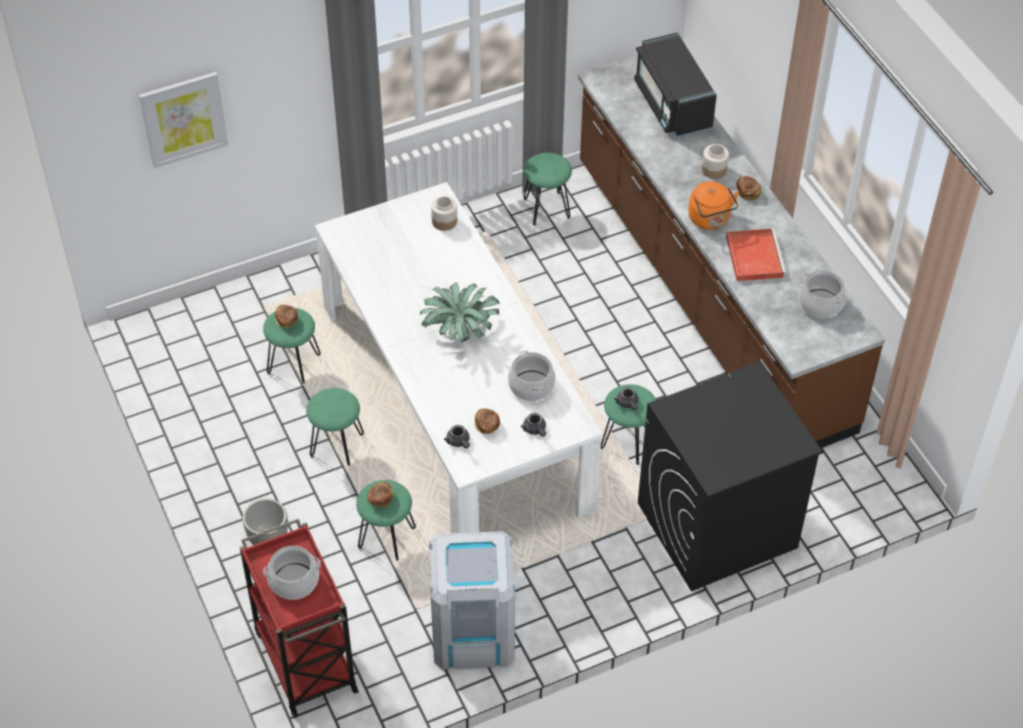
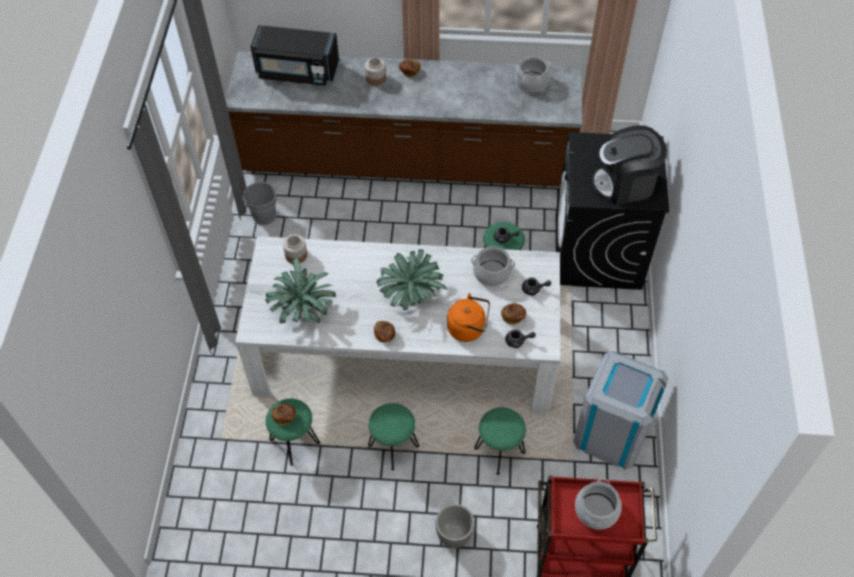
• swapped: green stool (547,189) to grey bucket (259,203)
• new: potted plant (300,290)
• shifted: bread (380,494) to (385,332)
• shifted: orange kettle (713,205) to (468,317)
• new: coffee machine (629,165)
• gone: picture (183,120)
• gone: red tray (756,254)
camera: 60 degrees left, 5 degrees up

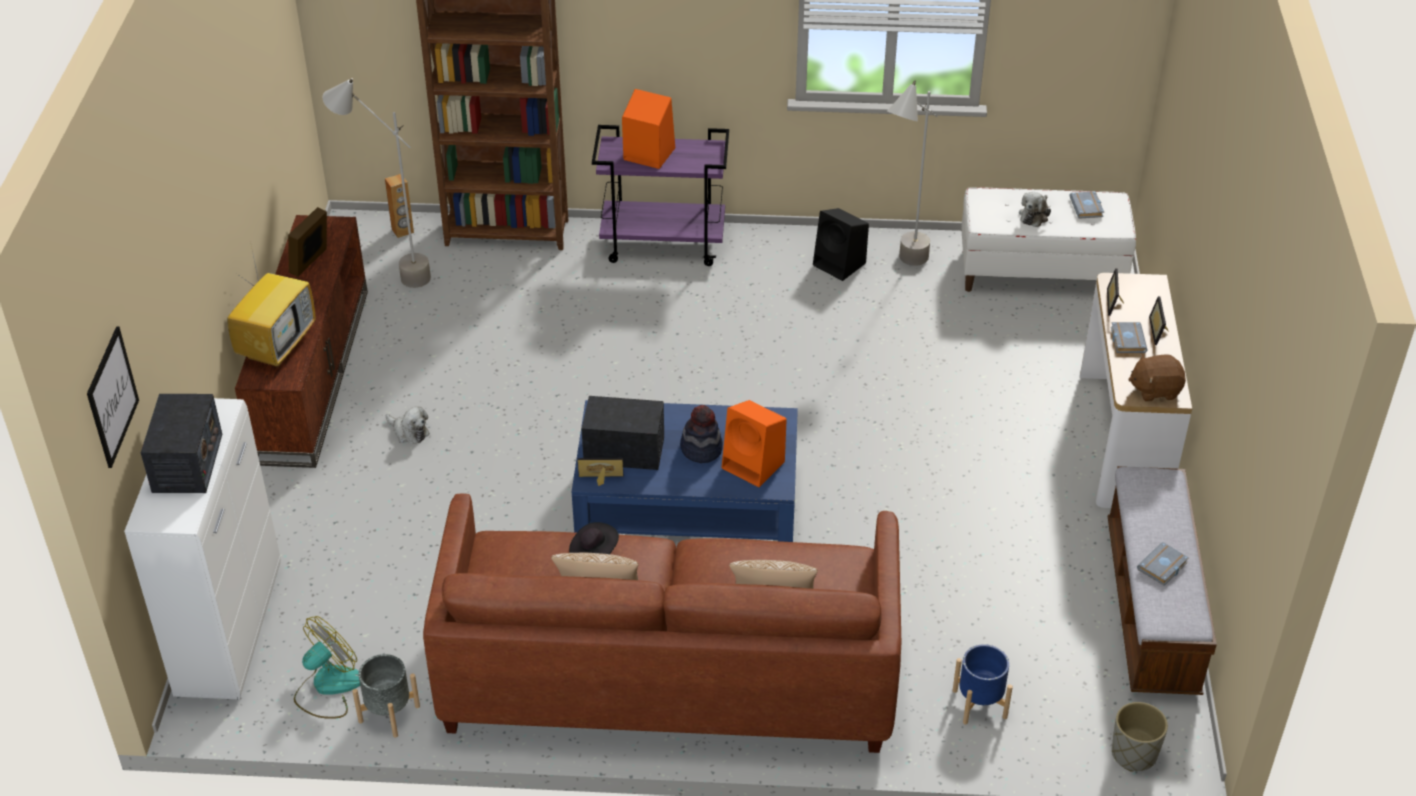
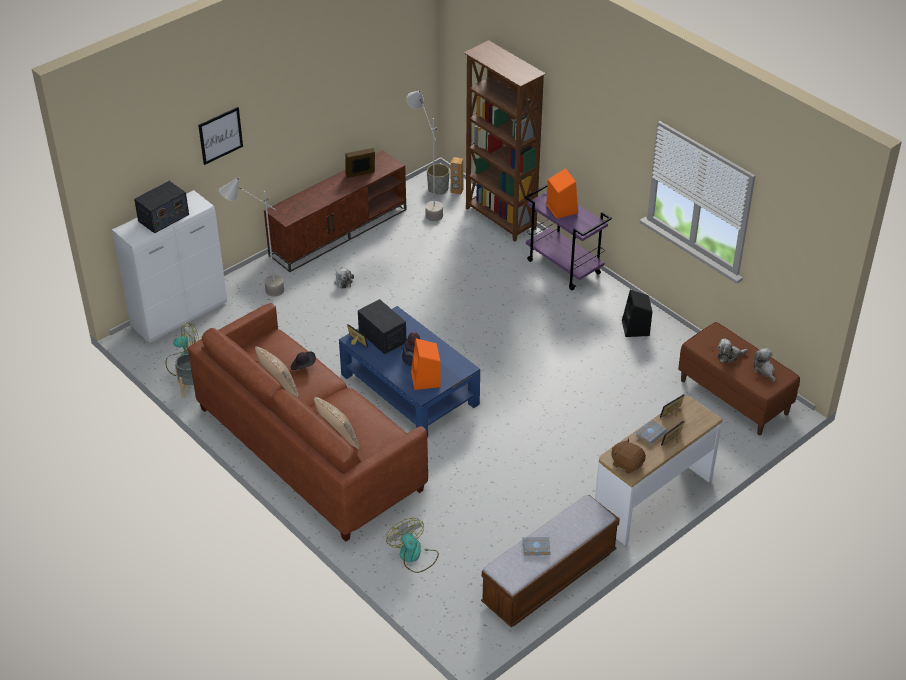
• shifted: picture (113,397) to (220,136)
• shifted: grey floor lamp (912,173) to (251,237)
• swapped: blue planter (983,684) to fan (412,545)
• shifted: grey planter (1140,737) to (438,179)
• repainted: white bench (1048,239) to brown bench (739,378)
• swapped: grey book (1086,205) to plush toy (764,364)
• gone: television (271,306)
camera: 45 degrees right, 0 degrees up

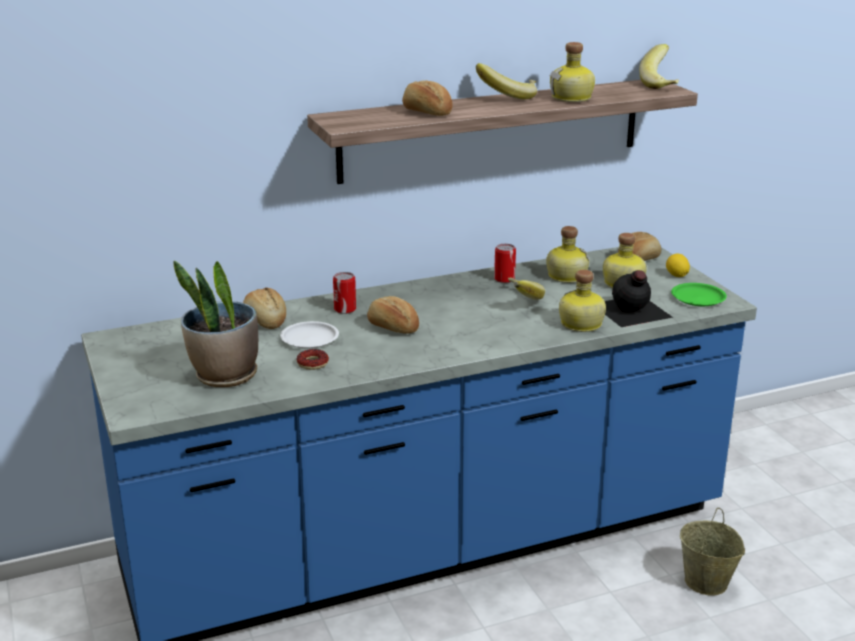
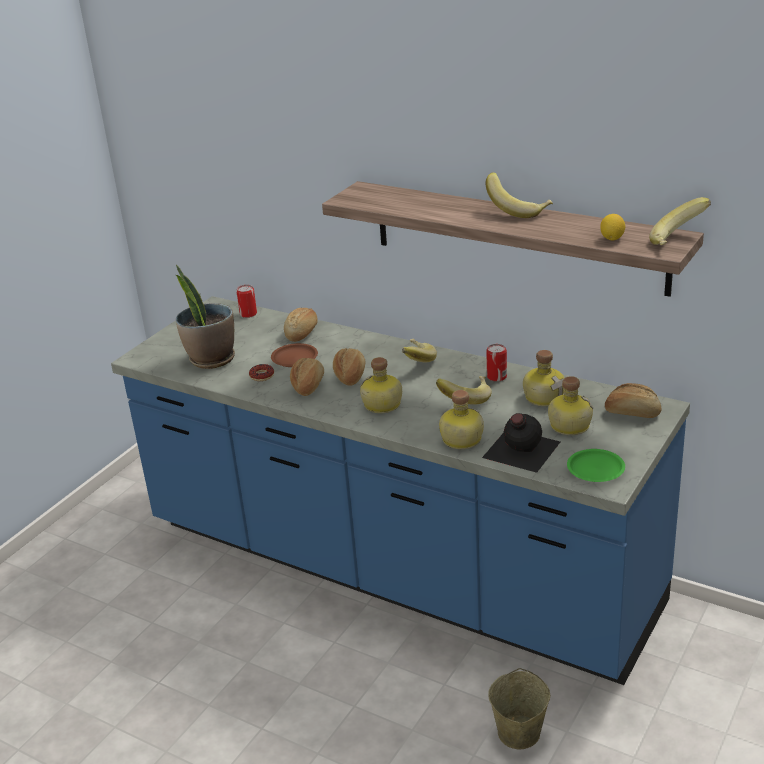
• shifted: can (344,293) to (246,301)
• repainted: white plate (309,334) to brown plate (294,355)
• shifted: bread (427,98) to (307,377)
• shifted: bottle (572,72) to (381,385)
• new: banana (419,351)
• shifted: lemon (678,265) to (612,227)
camera: 55 degrees right, 5 degrees up

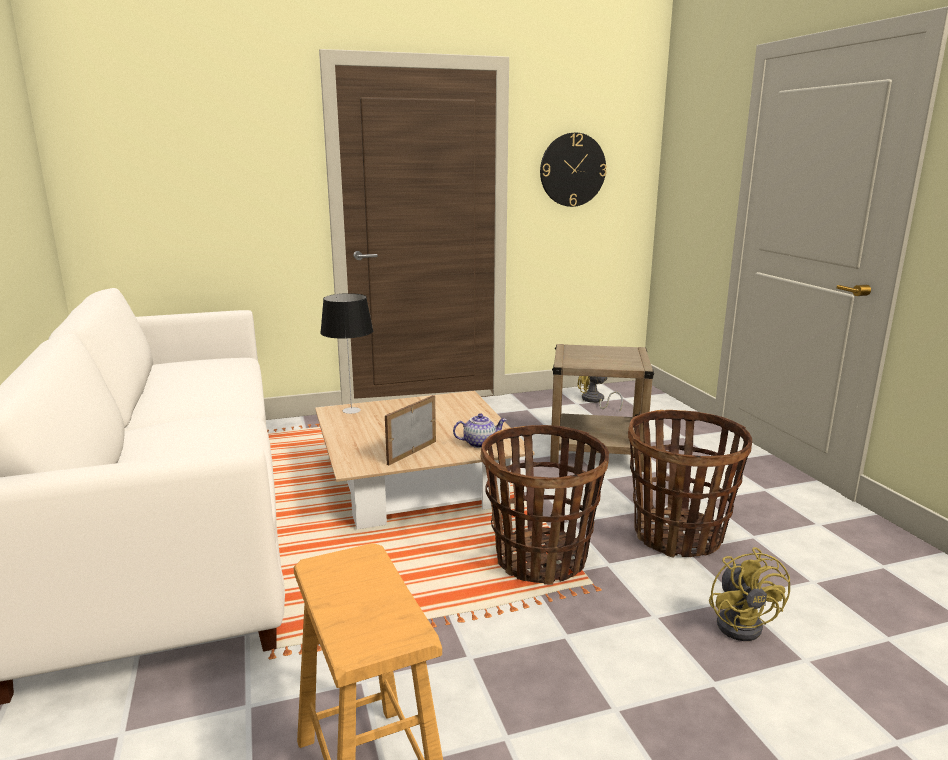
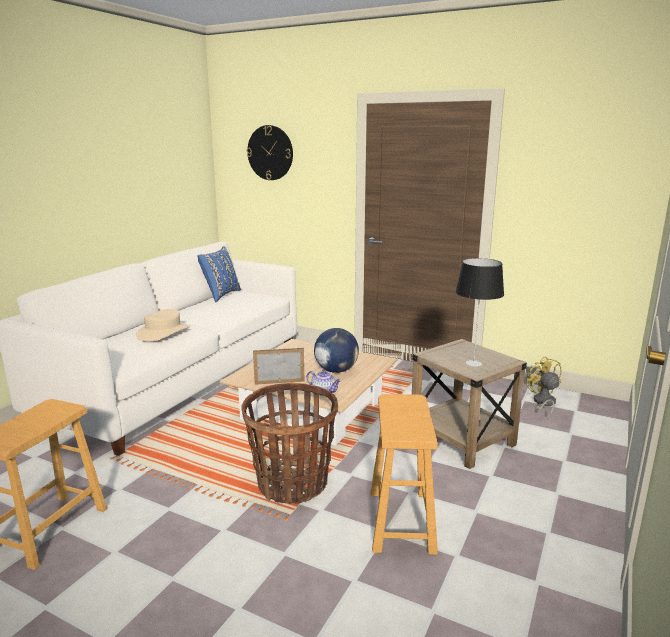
• new: beige hat (163,325)
• new: blue pillow (219,274)
• shifted: wall clock (573,170) to (270,152)
• new: globe (336,350)
• swapped: basket (690,484) to brown stool (404,474)
• shifted: table lamp (346,353) to (480,312)
• gone: yellow fan (749,594)
camera: 45 degrees right, 0 degrees up

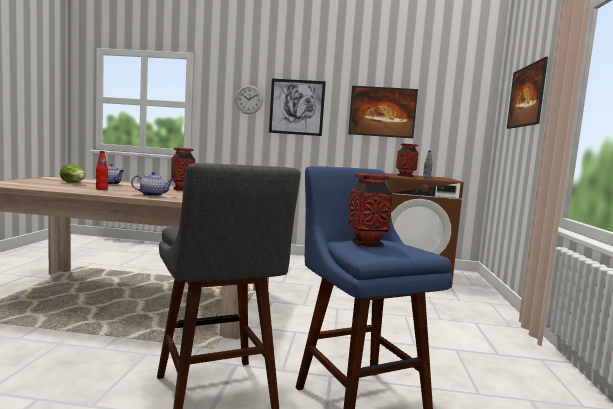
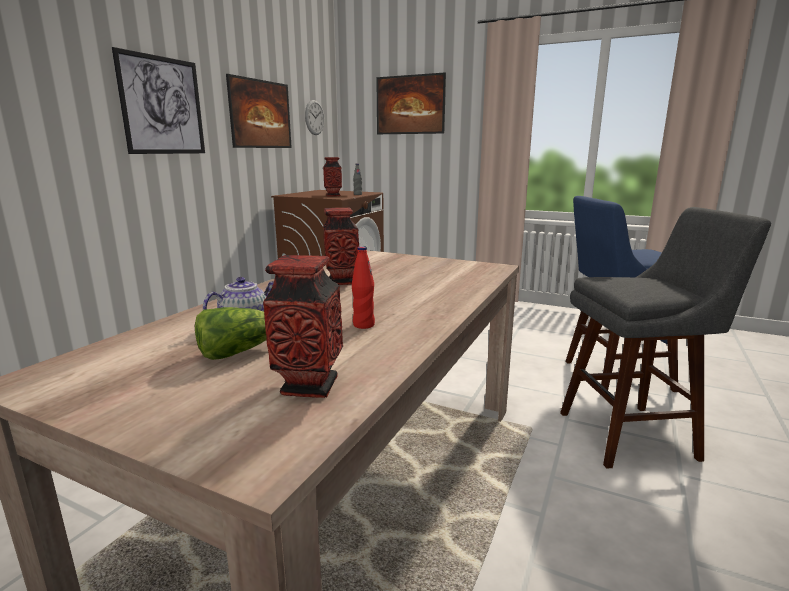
• shifted: vase (370,210) to (303,326)
• shifted: wall clock (249,99) to (315,117)
• gone: teapot (152,184)
camera: 70 degrees left, 10 degrees up

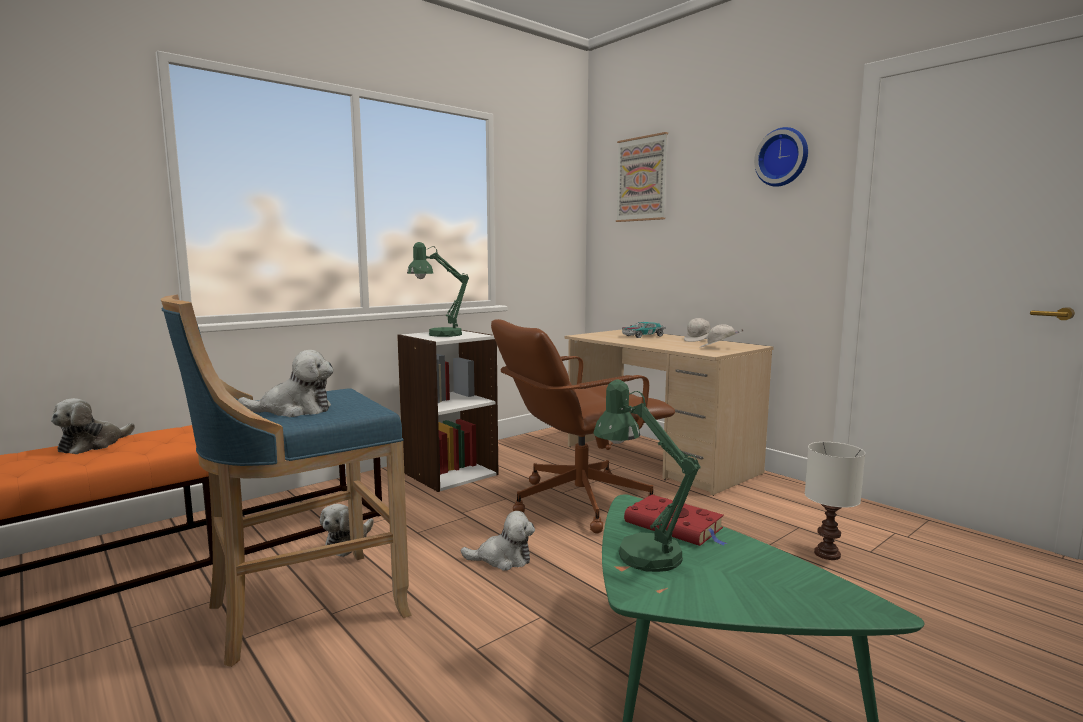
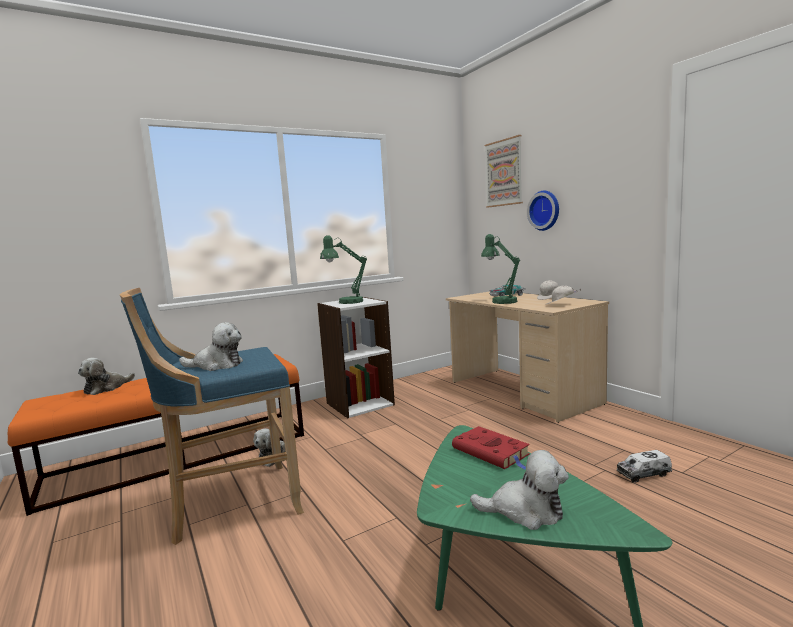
• shifted: plush toy (498,541) to (519,490)
• shifted: green table lamp (647,475) to (500,269)
• shifted: wall clock (781,157) to (543,211)
• swapped: white table lamp (835,501) to toy truck (644,466)
• gone: brown office chair (583,426)
camera: 10 degrees right, 0 degrees up

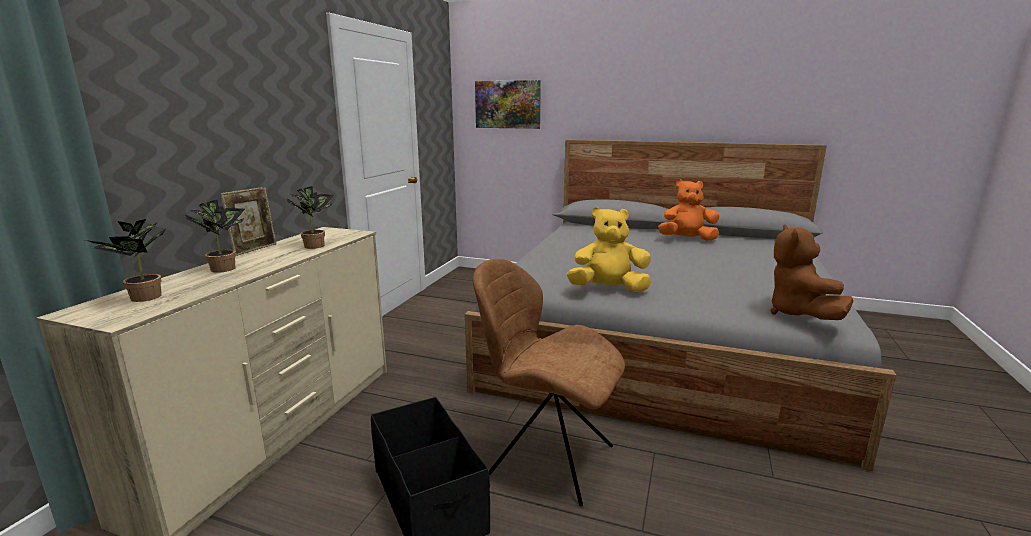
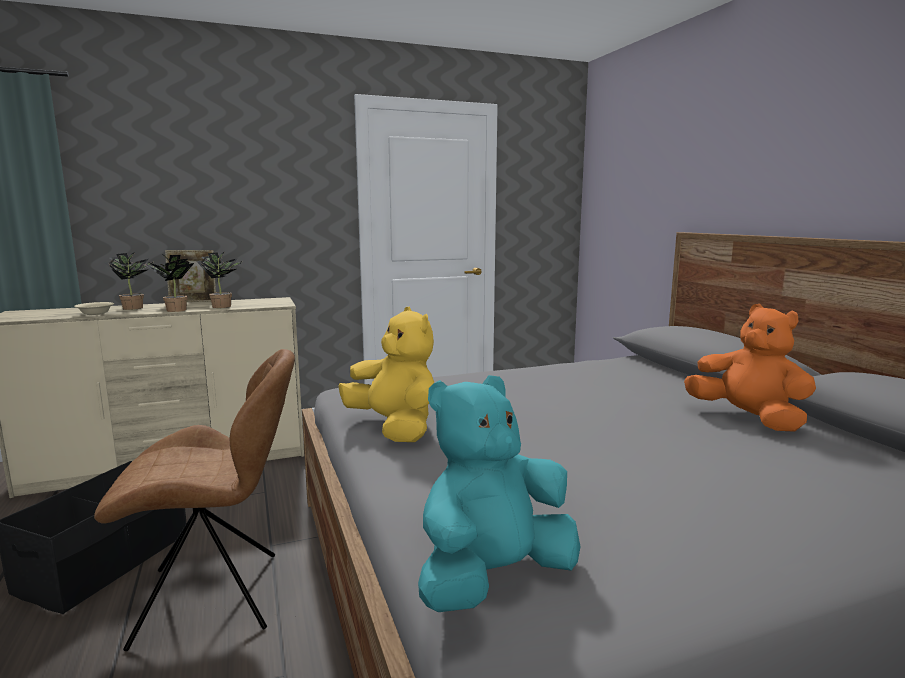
• new: beige bowl (94,308)
• rotated: brown chair (549,382) = (194,500) 90 degrees clockwise
• shifted: potted plant (126,260) to (169,283)
• repainted: brown plush toy (811,272) to turquoise plush toy (499,493)
• gone: picture (508,104)
camera: 50 degrees right, 5 degrees down

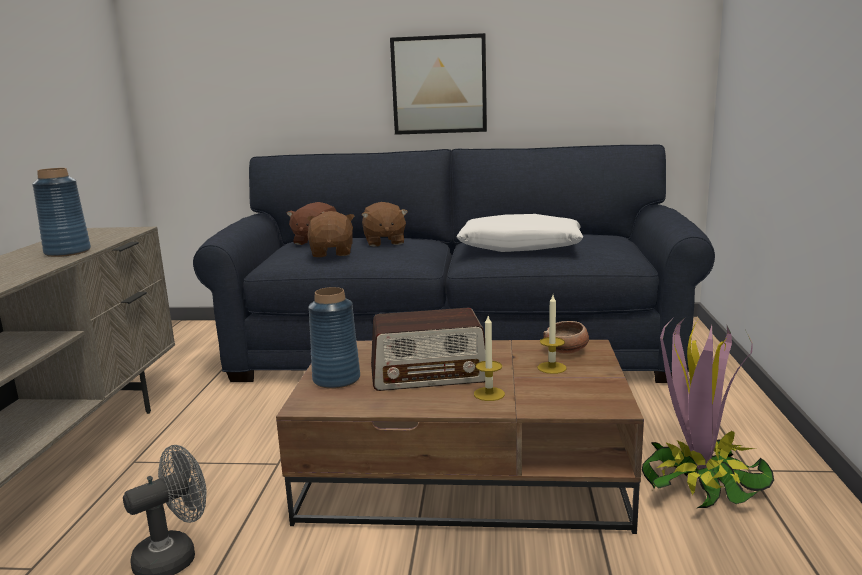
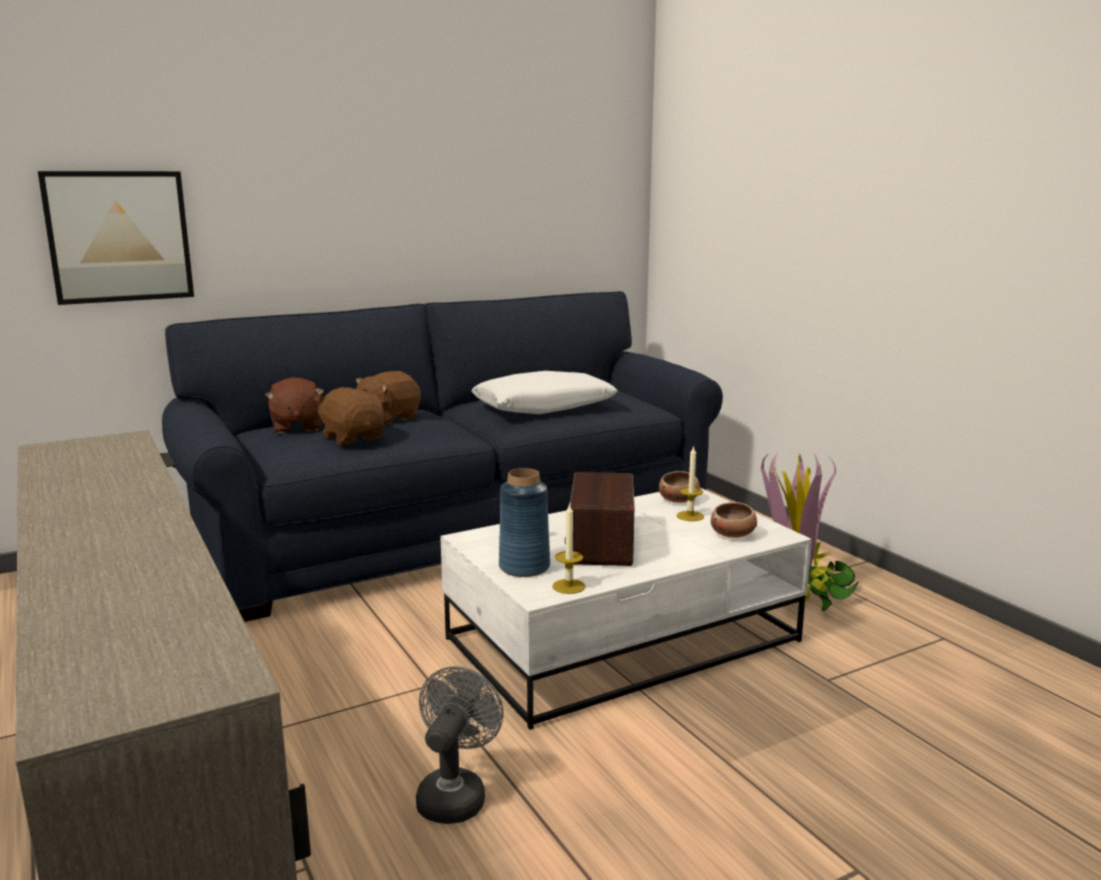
• shifted: picture (438,84) to (116,238)
• rotated: brown plush toy (384,224) = (388,398) 90 degrees clockwise
• repainted: brown coffee table (460,437) to white coffee table (626,609)
• shifted: candle (489,358) to (569,548)
• rotated: radio (428,349) = (599,519) 135 degrees clockwise
• new: bowl (734,520)
• gone: blue vase (61,212)
camera: 35 degrees left, 0 degrees up

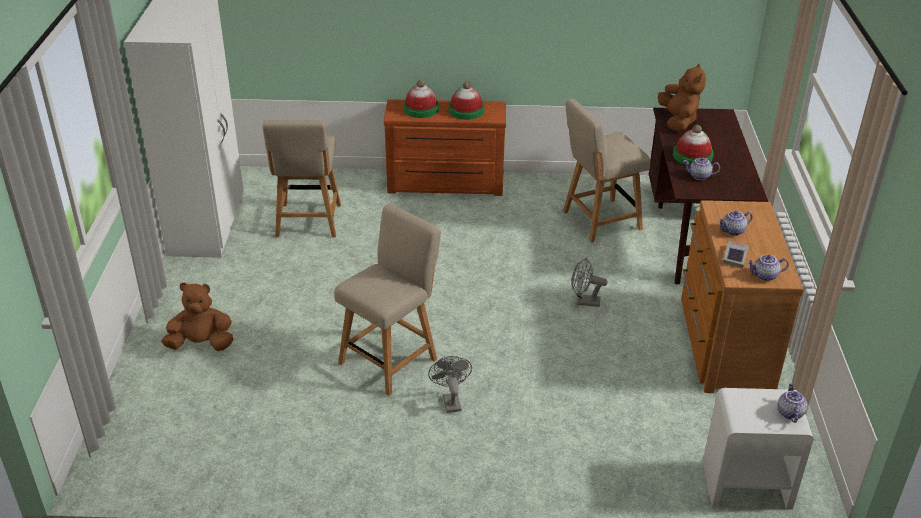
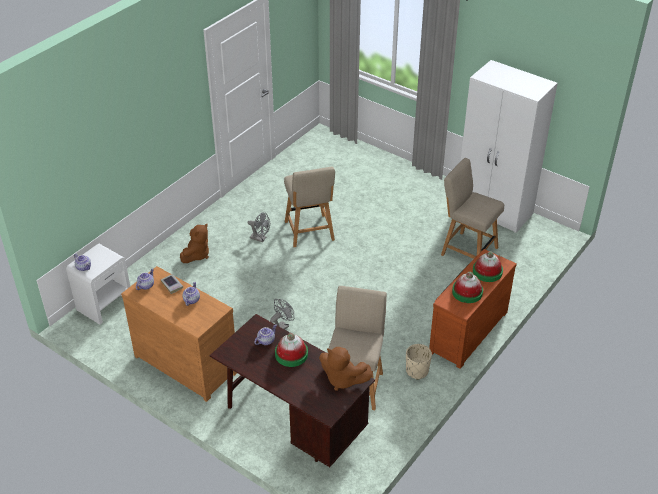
• shifted: brown plush toy (197,316) to (194,243)
• new: beige planter (419,362)
camera: 125 degrees right, 5 degrees up

